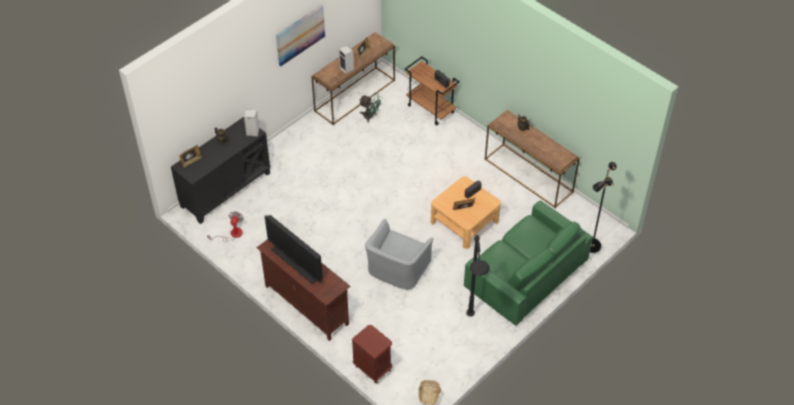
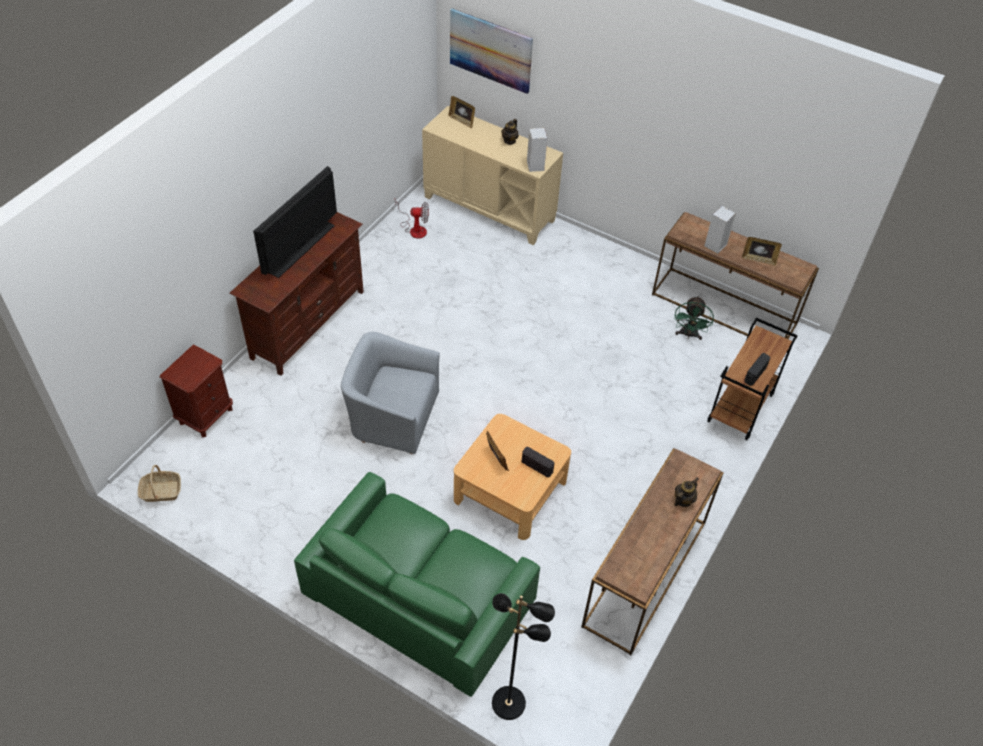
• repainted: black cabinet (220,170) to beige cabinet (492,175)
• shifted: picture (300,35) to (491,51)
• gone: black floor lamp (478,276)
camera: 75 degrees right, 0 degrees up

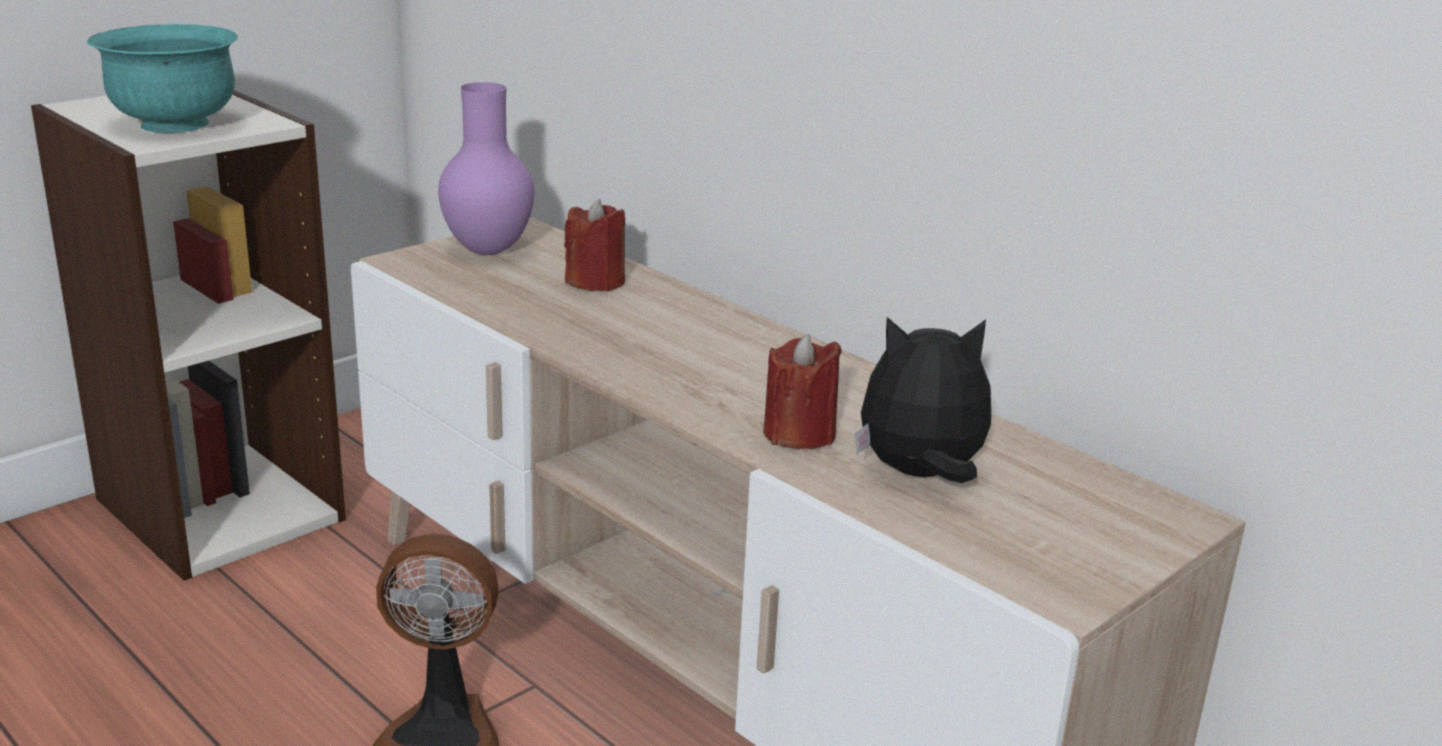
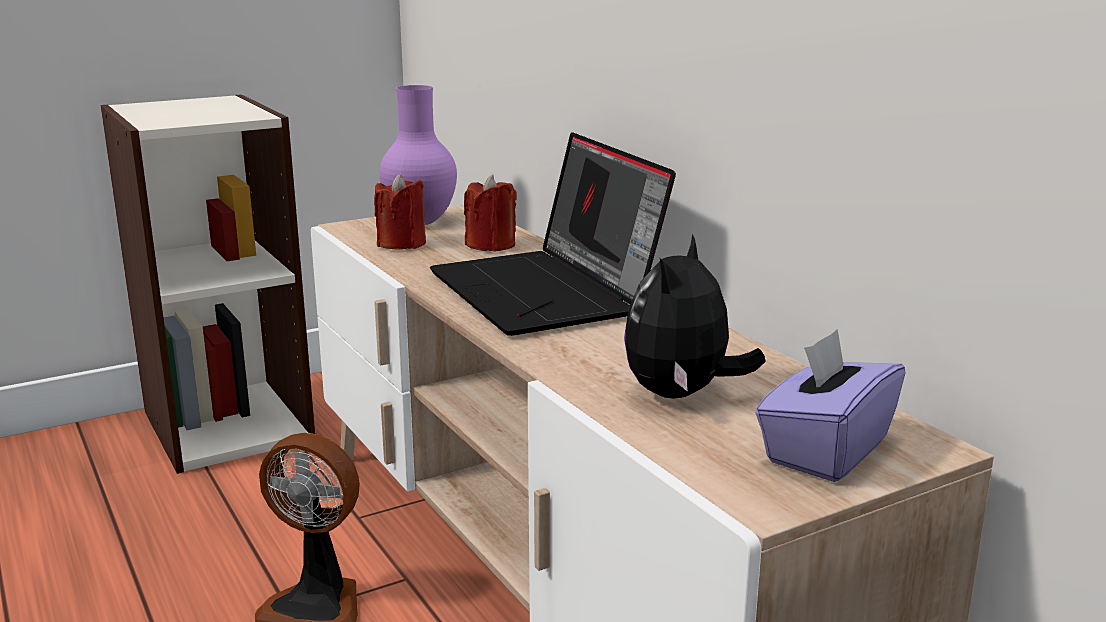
• shifted: red candle (802,391) to (400,211)
• new: laptop (553,234)
• rotated: plush toy (923,400) = (695,316) 75 degrees counterclockwise
• new: purple tissue box (830,405)
• gone: turquoise bowl (162,78)
camera: 15 degrees right, 5 degrees down

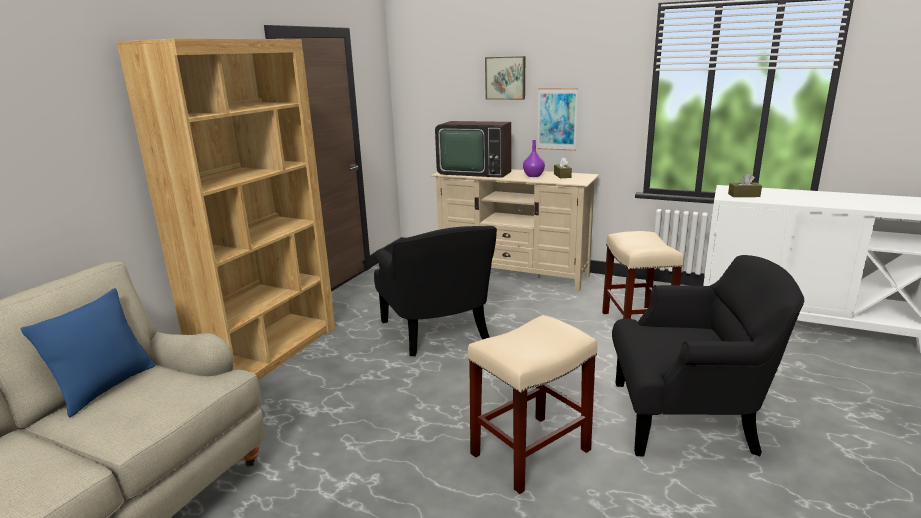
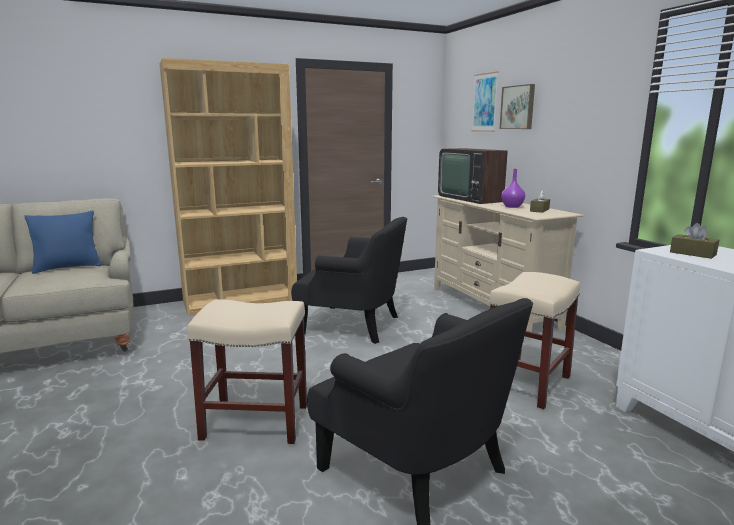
• rotated: black armchair (435,291) = (349,280) 90 degrees counterclockwise
• shifted: picture (557,119) to (485,101)
camera: 40 degrees right, 5 degrees down

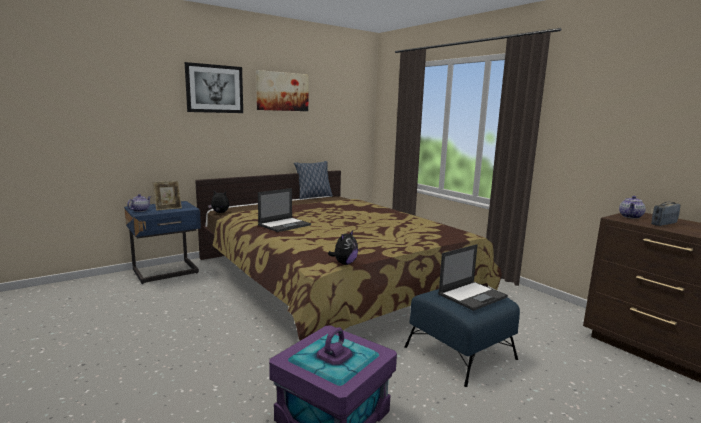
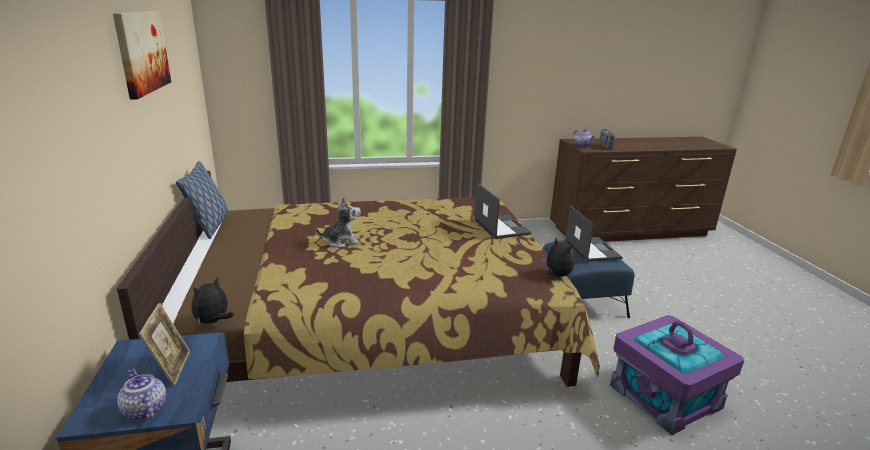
• new: plush toy (338,222)
• shifted: laptop (284,210) to (503,211)
• gone: picture (214,87)
camera: 65 degrees left, 10 degrees up

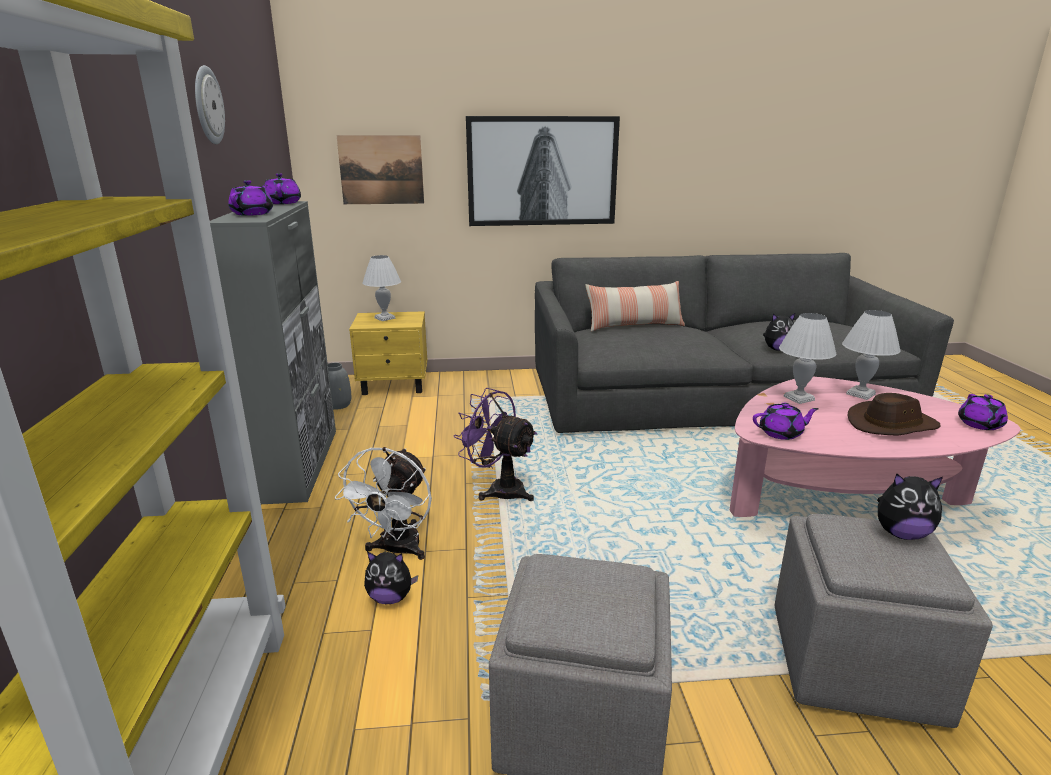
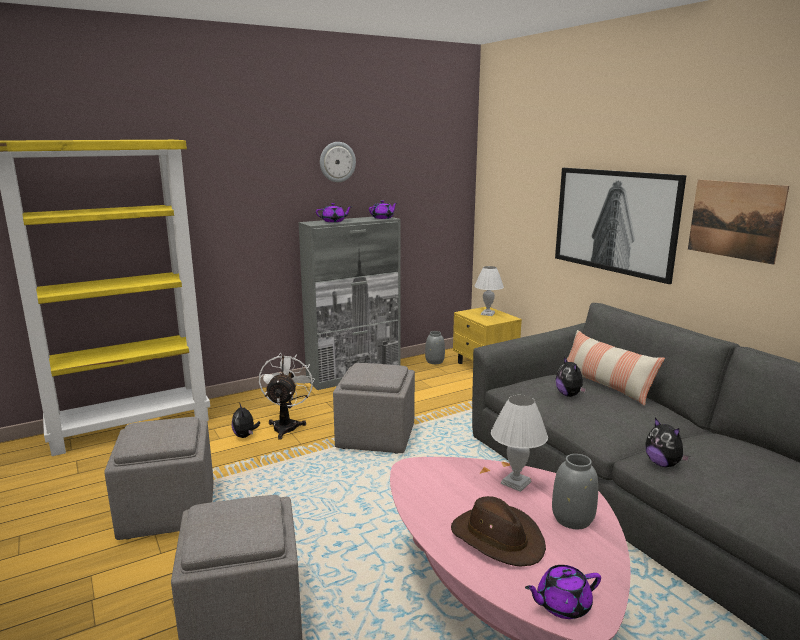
• rotated: white fan (383,503) = (287,396) 105 degrees clockwise
• swapped: purple fan (495,444) to grey ottoman (374,408)
• swapped: white table lamp (871,355) to grey vase (575,491)
• shifted: plush toy (910,507) to (571,377)
• shifted: picture (380,169) to (738,222)
• gone: purple teapot (786,421)
camera: 65 degrees right, 5 degrees down

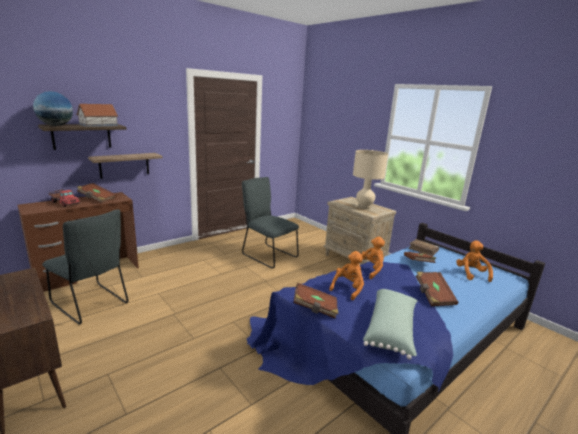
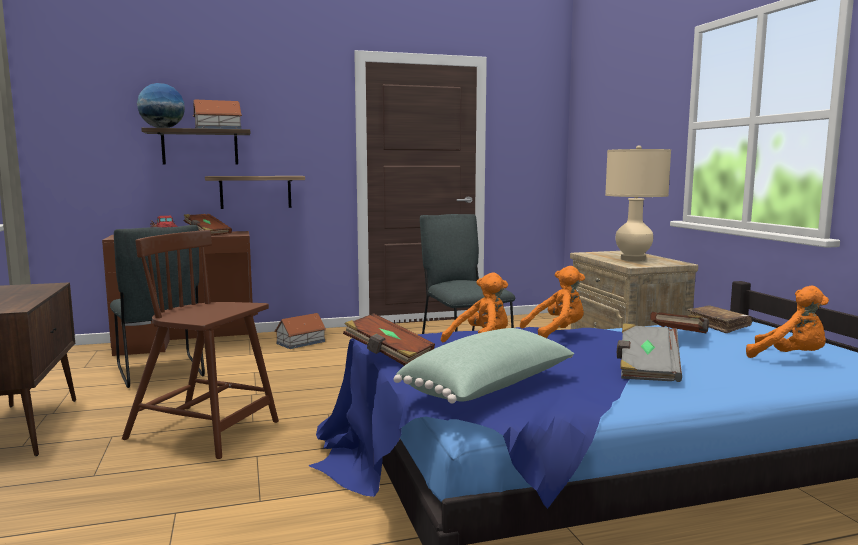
• new: brown chair (200,344)
• new: toy house (300,331)
• repainted: brown book (437,289) to grey book (649,352)
• rotated: orange plush toy (474,261) = (787,322) 105 degrees clockwise
camera: 25 degrees right, 10 degrees down

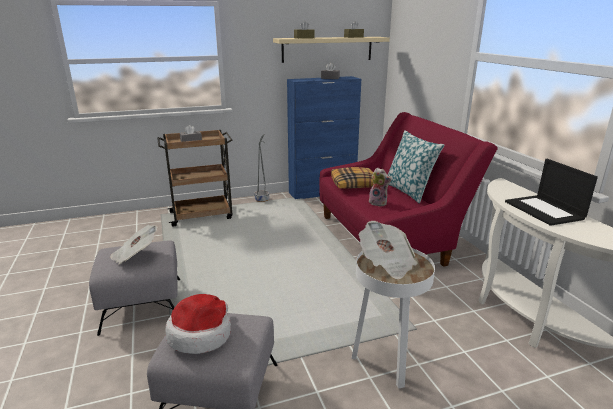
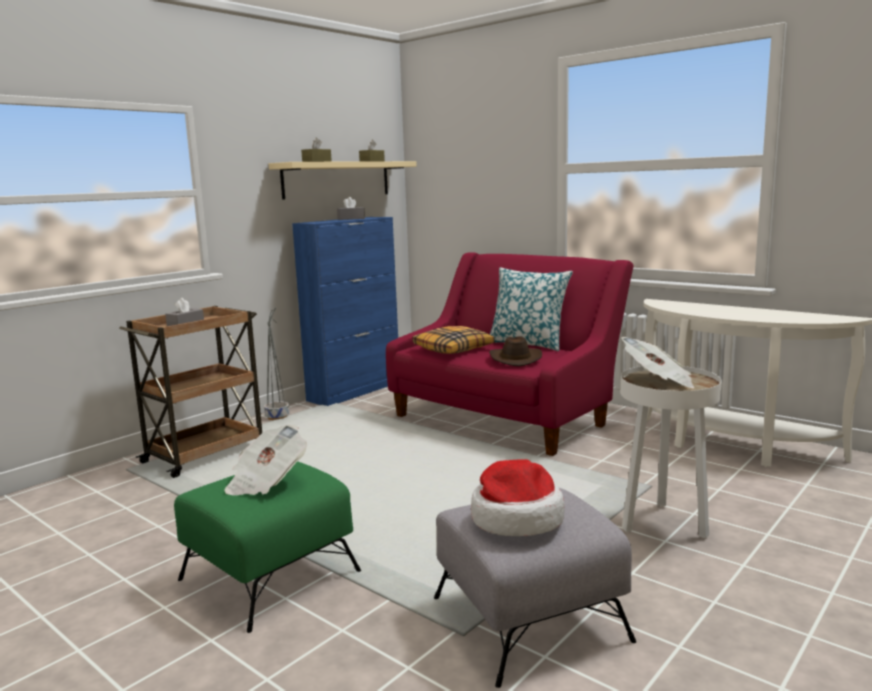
• repainted: grey ottoman (134,288) to green ottoman (267,547)
• swapped: plush toy (380,187) to brown hat (515,351)
• gone: laptop (551,192)
camera: 30 degrees left, 10 degrees down

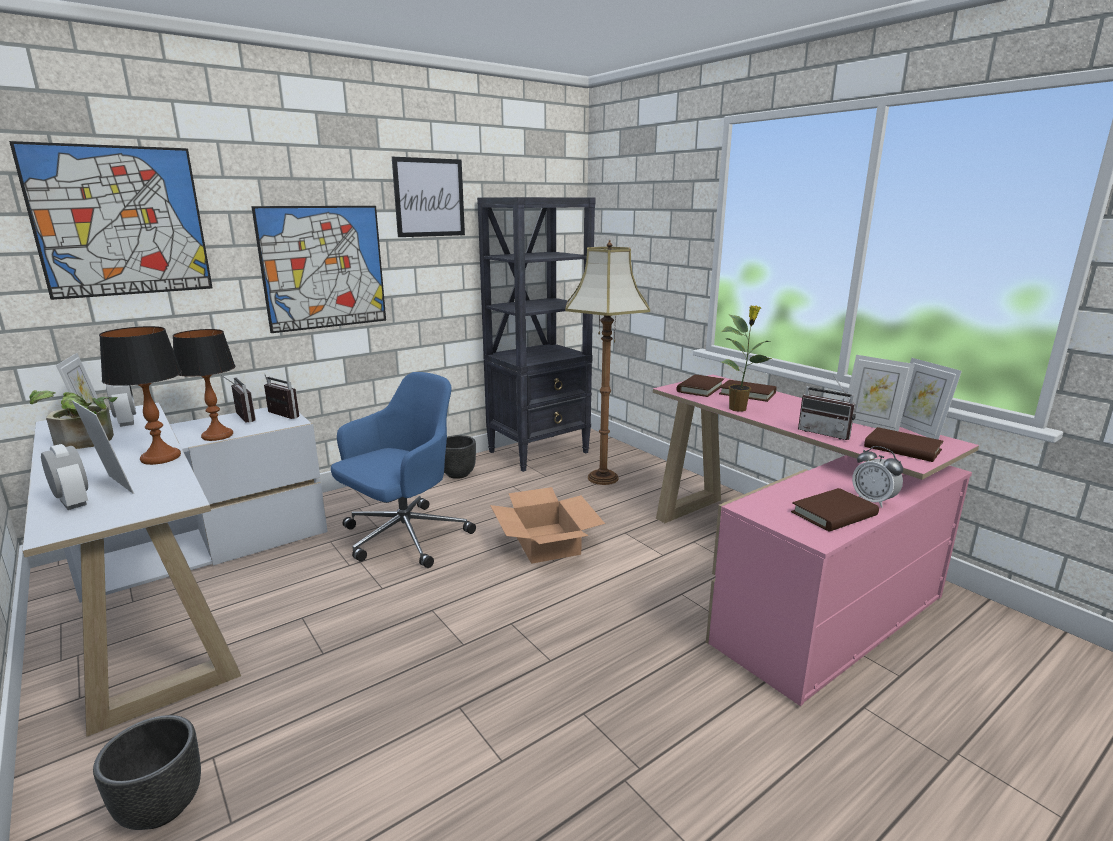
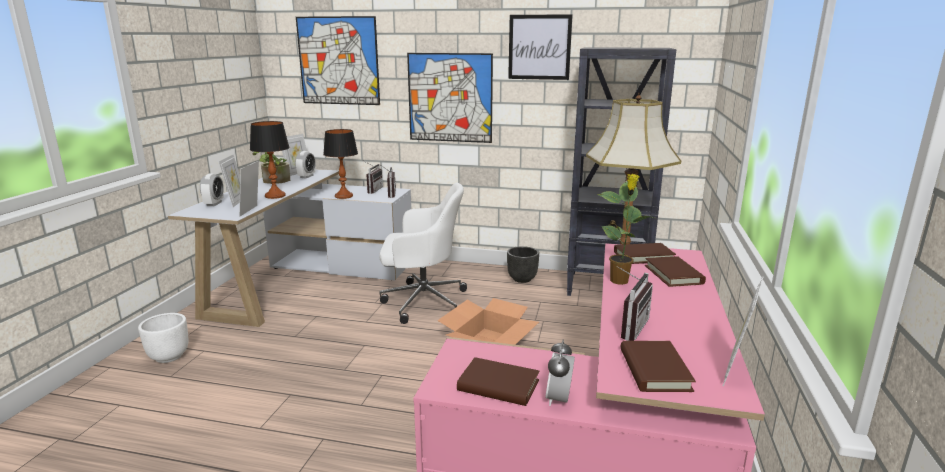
• repainted: black planter (147,772) to white planter (163,338)
• shifted: picture frame (880,393) to (249,189)
• repainted: blue office chair (403,470) to white office chair (423,253)
• rotated: radio (827,407) = (635,303) 150 degrees counterclockwise
camera: 50 degrees right, 0 degrees up

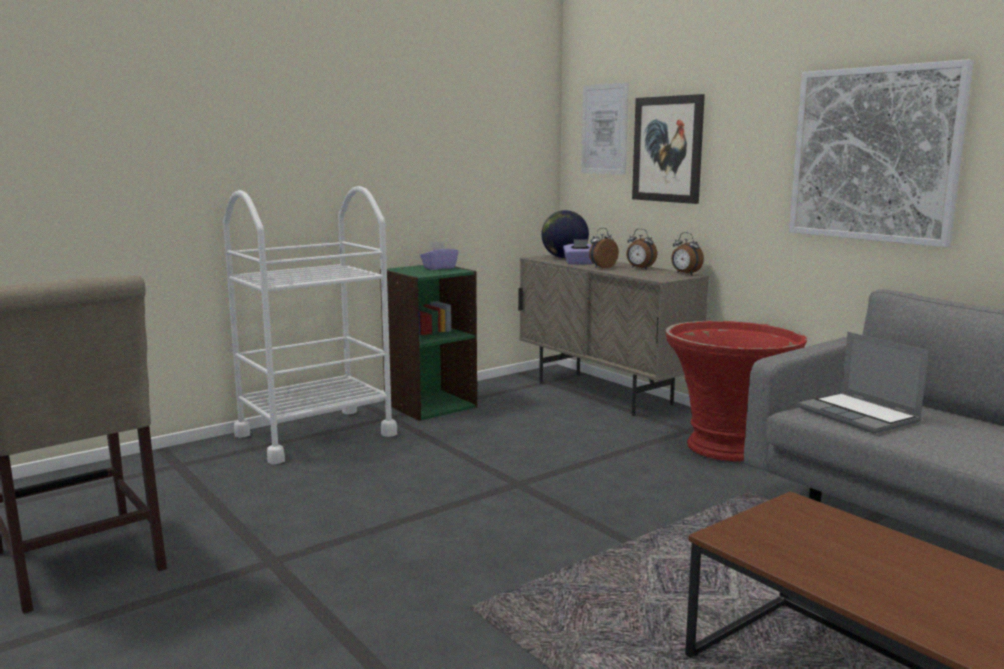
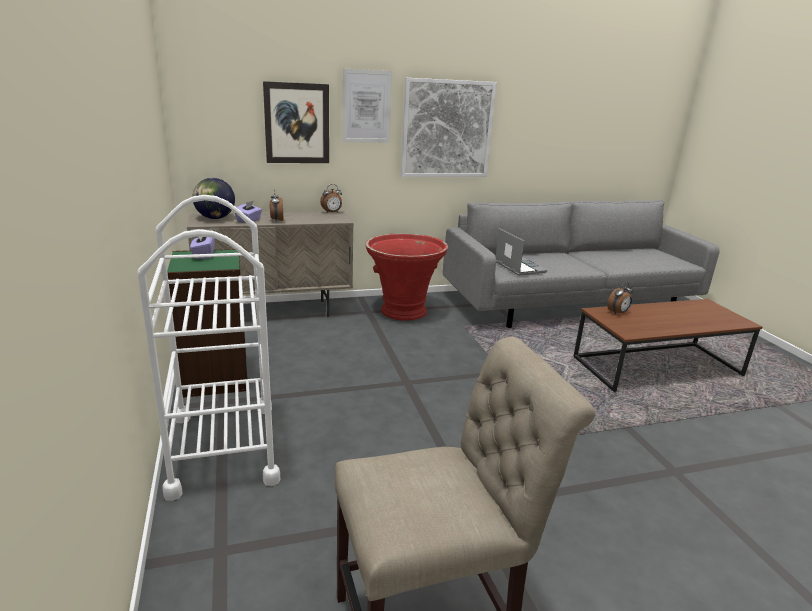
• shifted: picture (605,128) to (367,106)
• rotated: laptop (863,383) = (521,252) 105 degrees counterclockwise
• shifted: alarm clock (641,249) to (620,298)
camera: 70 degrees left, 10 degrees up

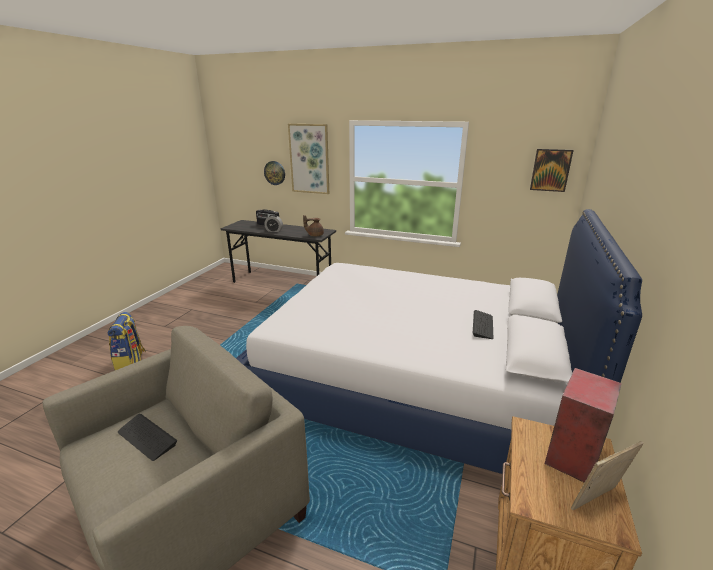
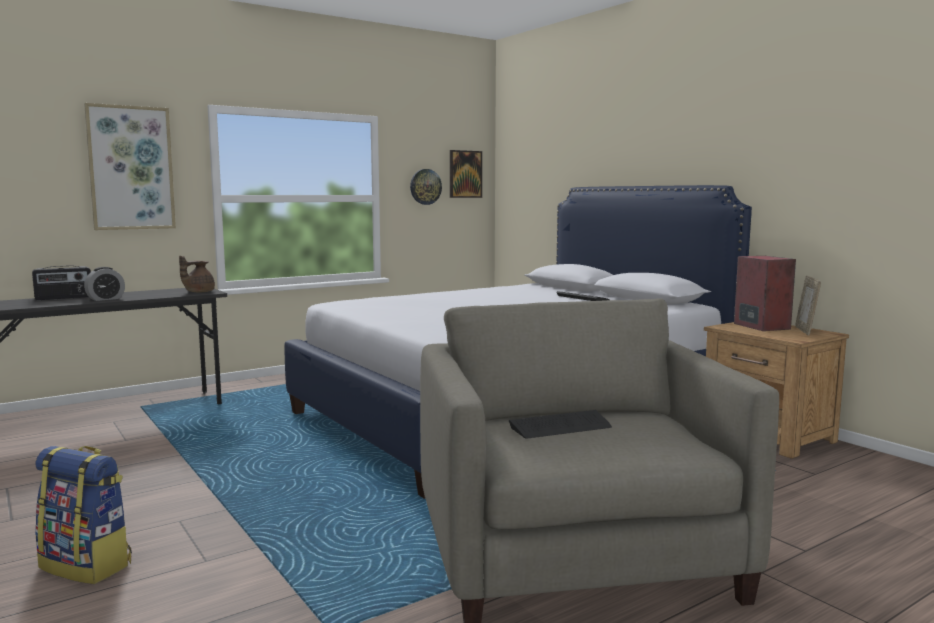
• shifted: wall clock (274,173) to (426,187)
camera: 55 degrees left, 15 degrees down

